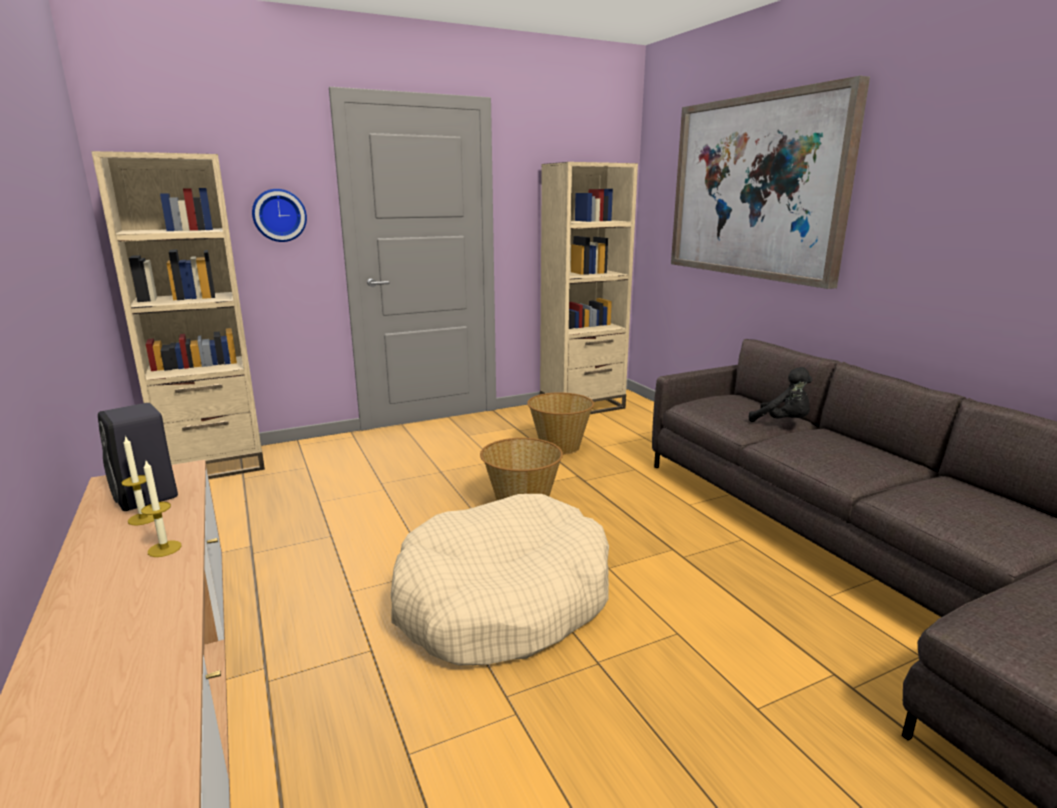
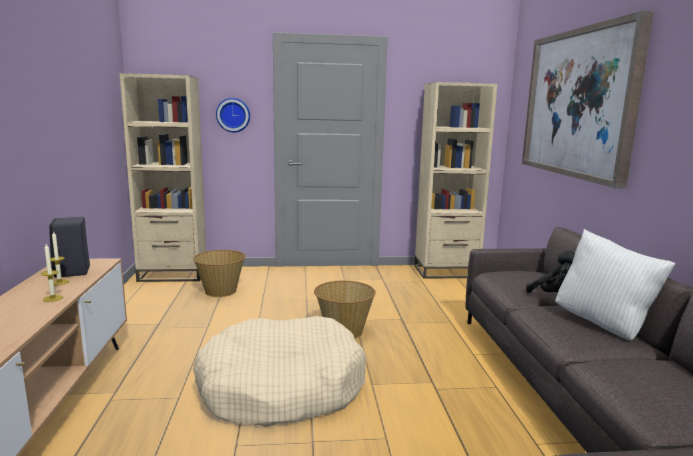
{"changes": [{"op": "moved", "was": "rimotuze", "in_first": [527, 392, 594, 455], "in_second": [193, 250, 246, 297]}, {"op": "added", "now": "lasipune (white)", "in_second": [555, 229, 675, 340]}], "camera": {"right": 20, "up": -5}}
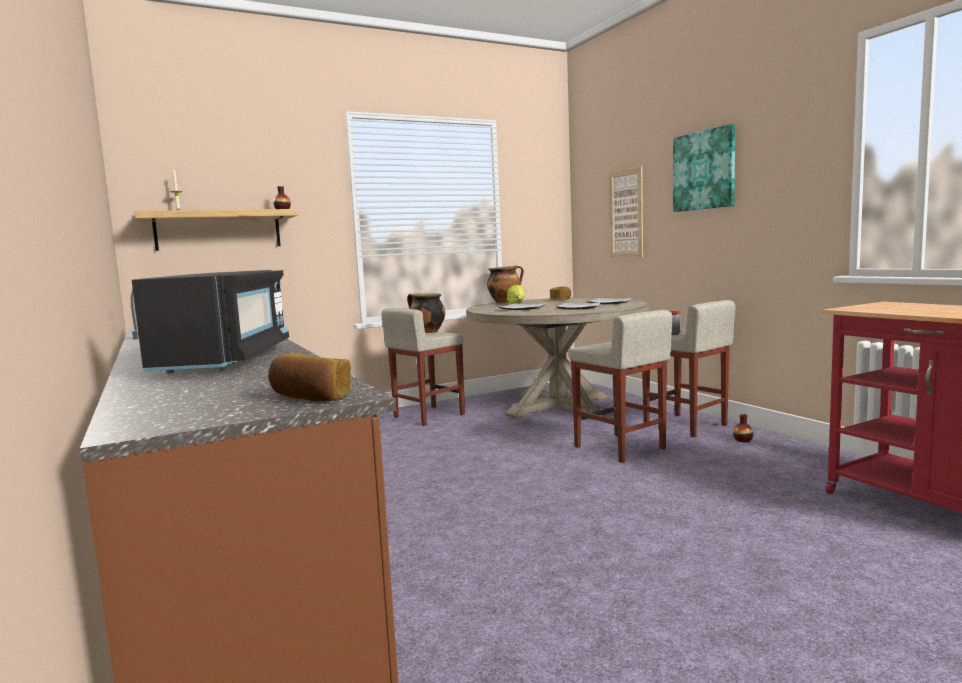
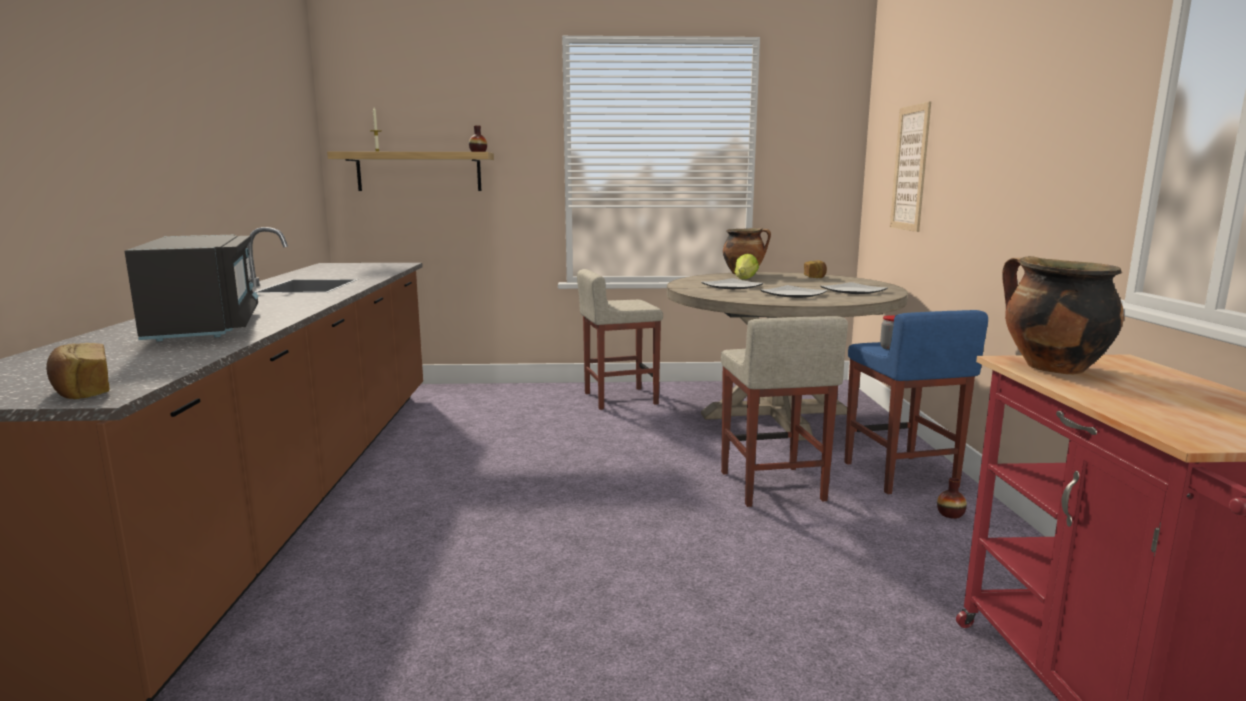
{"changes": [{"op": "removed", "was": "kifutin", "in_first": [673, 124, 735, 212]}, {"op": "turned", "was": "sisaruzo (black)", "in_first": [132, 270, 289, 373], "in_second": [125, 235, 259, 341], "clockwise": -45}, {"op": "moved", "was": "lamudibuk", "in_first": [407, 293, 445, 333], "in_second": [1002, 256, 1124, 375]}, {"op": "recoloured", "was": "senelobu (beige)", "now": "senelobu (blue)", "in_first": [642, 300, 735, 438], "in_second": [844, 310, 988, 494]}], "camera": {"right": 25, "up": 5}}
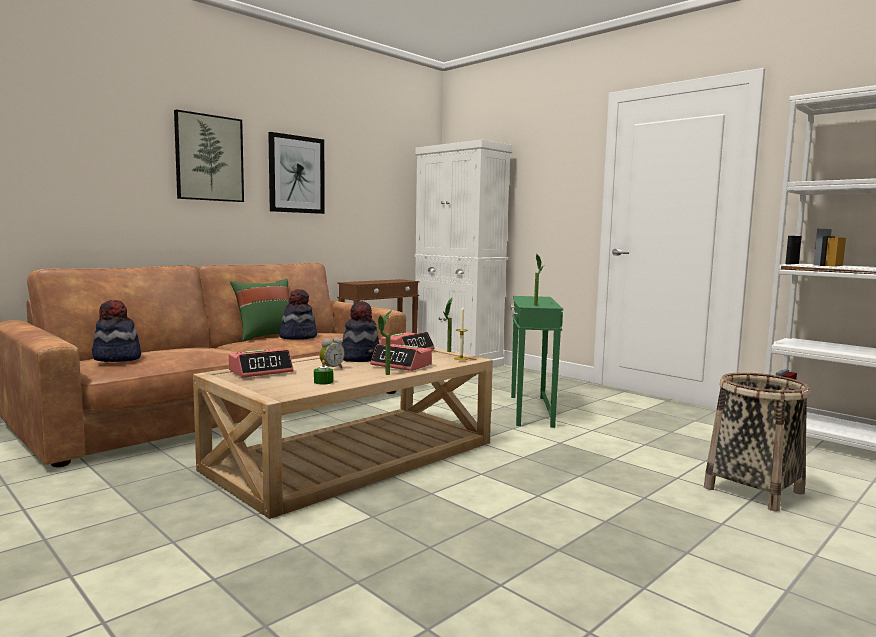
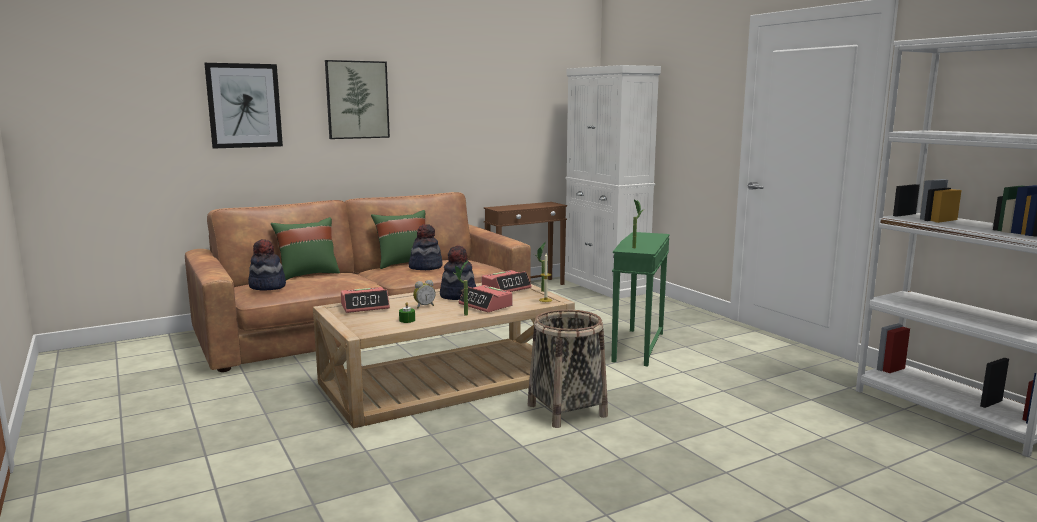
{"changes": [{"op": "moved", "was": "kifutin", "in_first": [268, 132, 325, 214], "in_second": [204, 63, 283, 149]}, {"op": "moved", "was": "rimotuze", "in_first": [704, 373, 810, 511], "in_second": [528, 309, 608, 428]}, {"op": "added", "now": "lasipune (green)", "in_second": [271, 217, 340, 280]}], "camera": {"right": 15, "up": 5}}
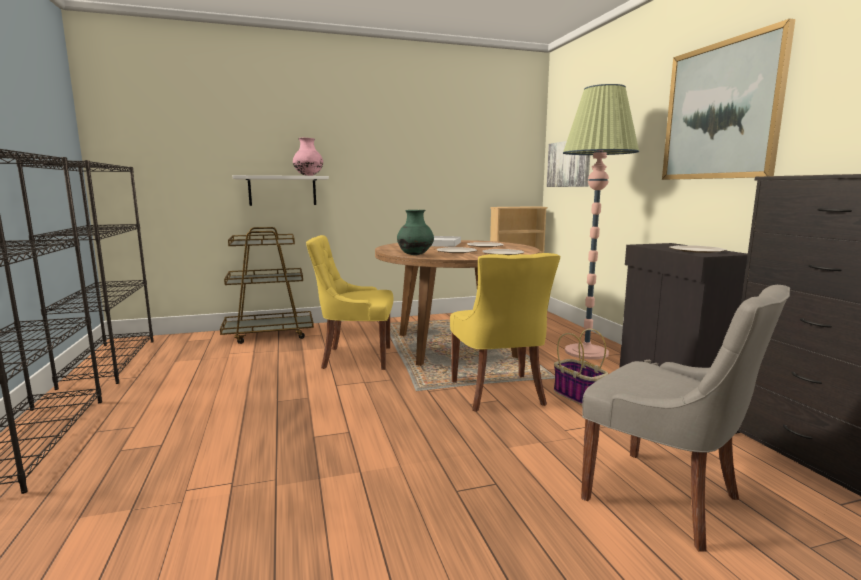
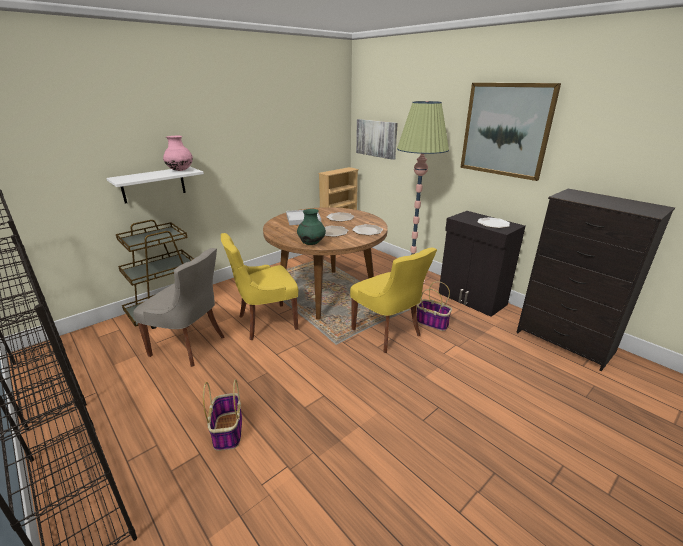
{"changes": [{"op": "moved", "was": "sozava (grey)", "in_first": [581, 285, 790, 552], "in_second": [133, 248, 225, 367]}, {"op": "added", "now": "rimotuze", "in_second": [203, 379, 242, 451]}], "camera": {"right": -25, "up": 15}}
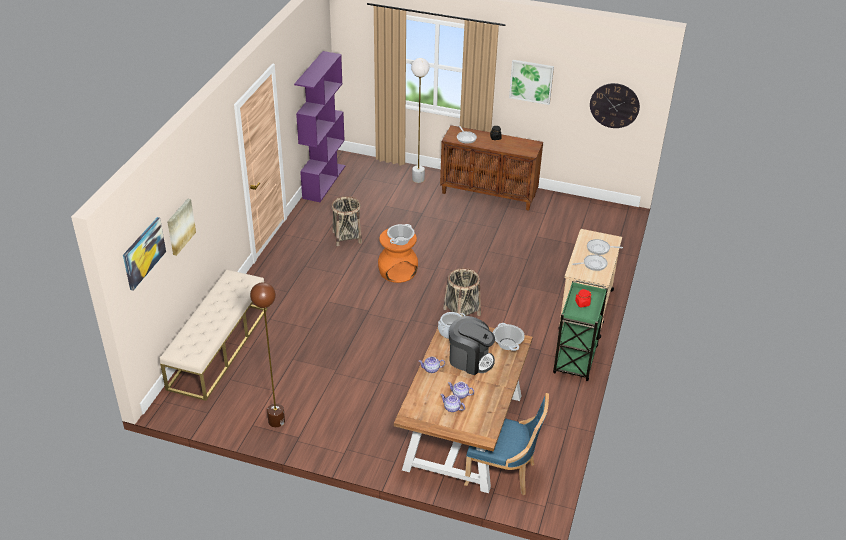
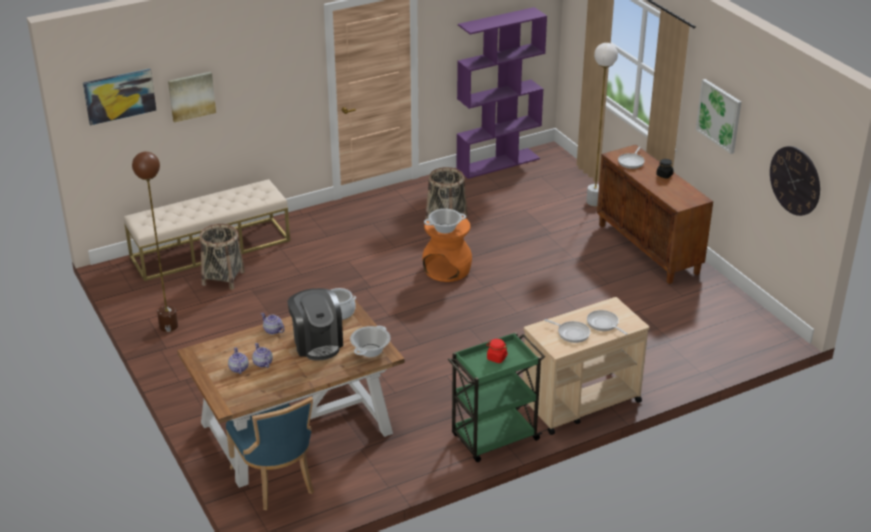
{"changes": [{"op": "moved", "was": "rimotuze", "in_first": [443, 268, 481, 317], "in_second": [200, 224, 245, 290]}], "camera": {"right": 45, "up": -5}}
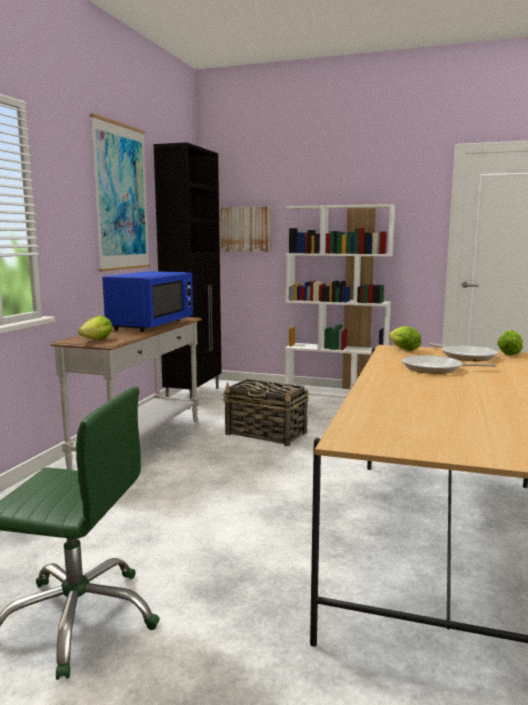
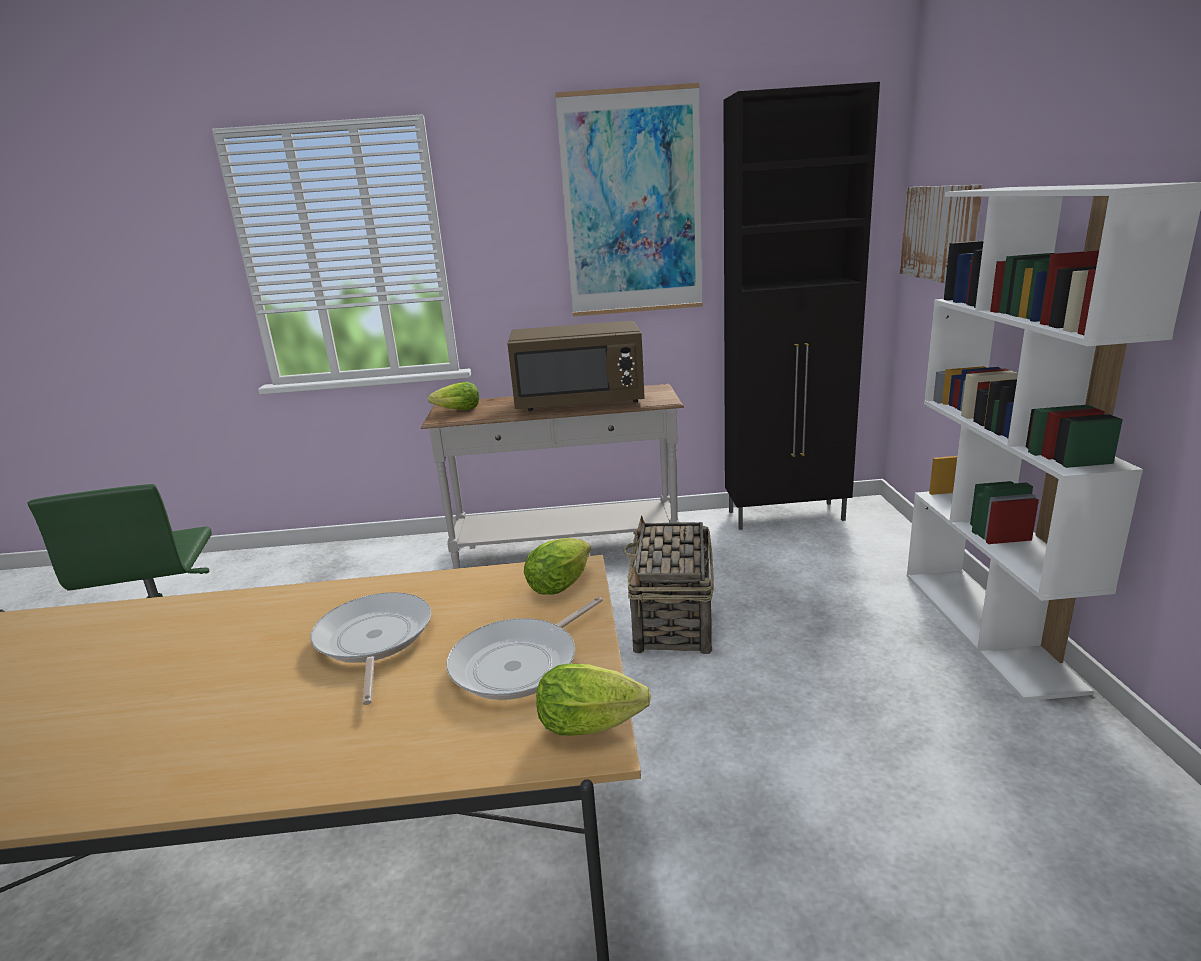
{"changes": [{"op": "recoloured", "was": "sisaruzo (blue)", "now": "sisaruzo (brown)", "in_first": [102, 271, 193, 332], "in_second": [507, 321, 645, 411]}], "camera": {"right": 70, "up": 10}}
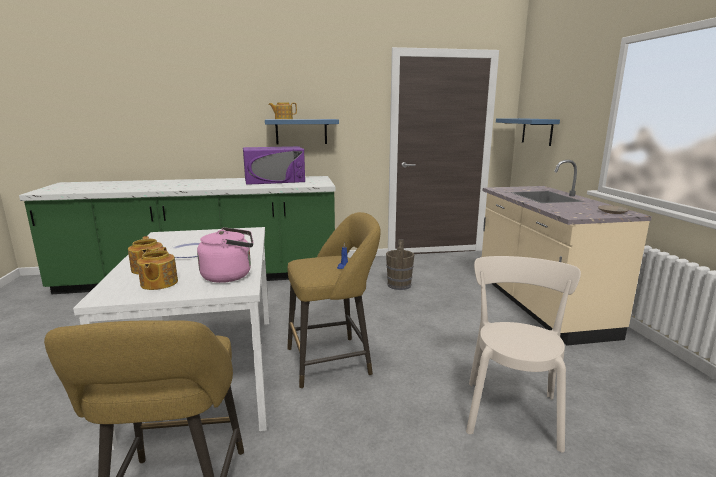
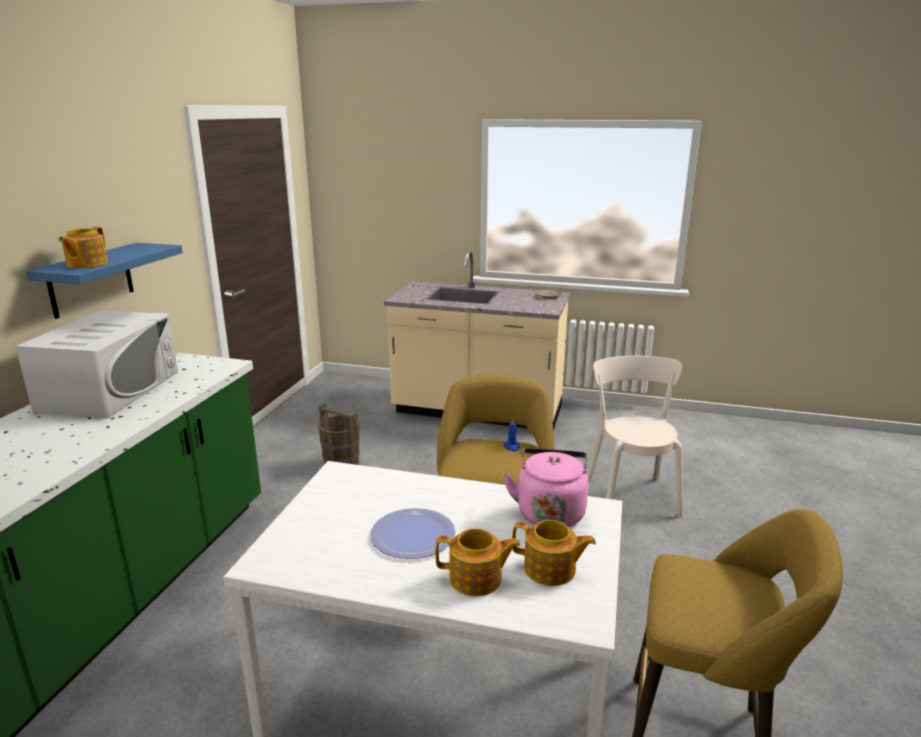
{"changes": [{"op": "removed", "was": "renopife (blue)", "in_first": [496, 118, 560, 146]}, {"op": "recoloured", "was": "sisaruzo (purple)", "now": "sisaruzo (white)", "in_first": [243, 146, 305, 185], "in_second": [15, 310, 178, 419]}, {"op": "turned", "was": "sozava (beige)", "in_first": [466, 256, 581, 452], "in_second": [587, 356, 683, 518], "clockwise": 45}], "camera": {"right": -65, "up": 5}}
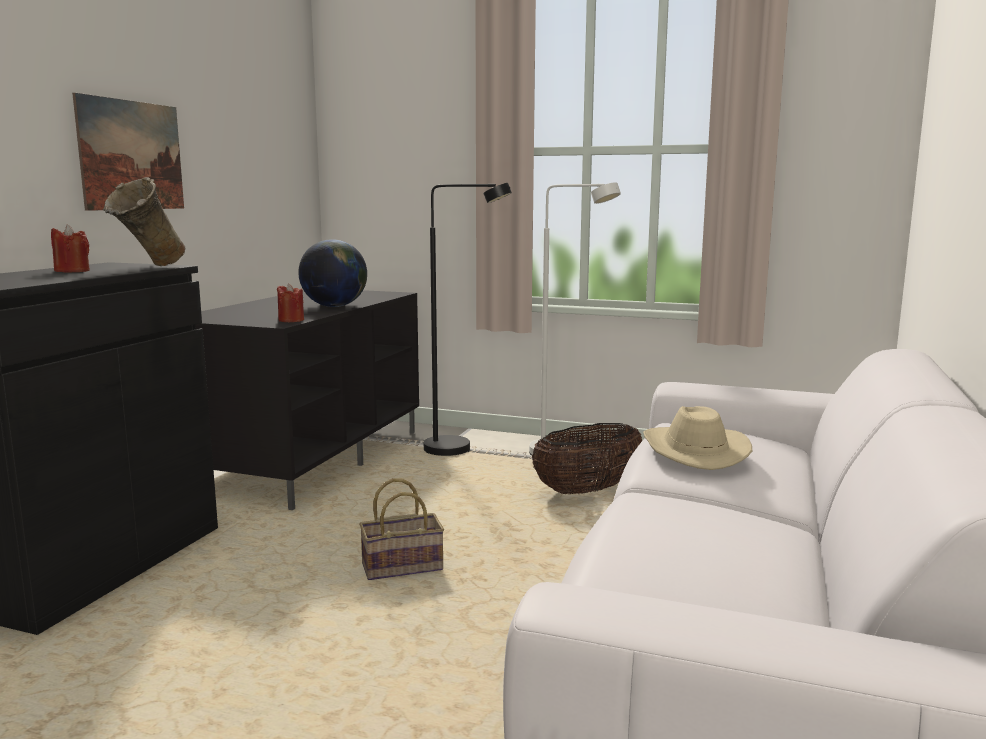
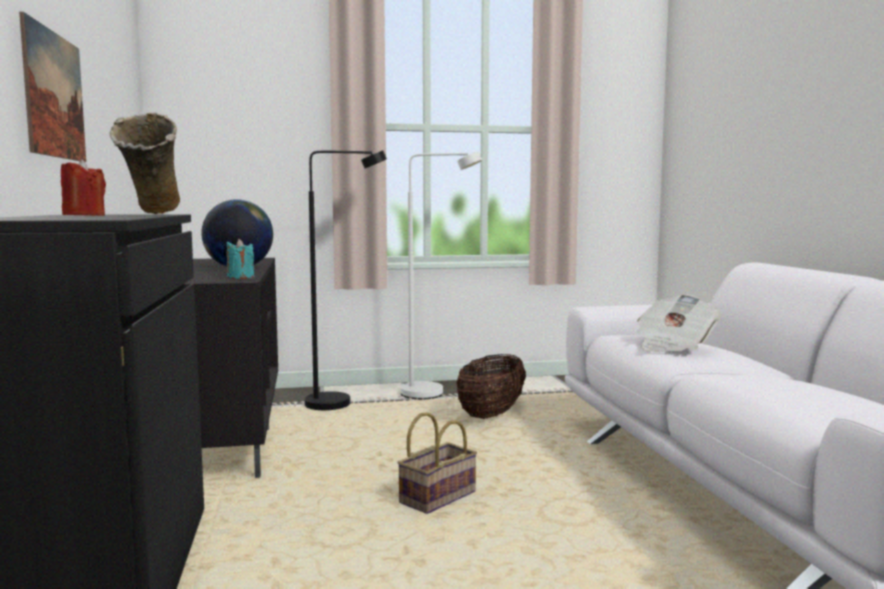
{"changes": [{"op": "recoloured", "was": "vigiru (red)", "now": "vigiru (turquoise)", "in_first": [277, 283, 304, 322], "in_second": [227, 239, 254, 279]}, {"op": "replaced", "was": "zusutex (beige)", "now": "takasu", "in_first": [643, 406, 752, 470], "in_second": [637, 294, 722, 352]}], "camera": {"right": -30, "up": -5}}
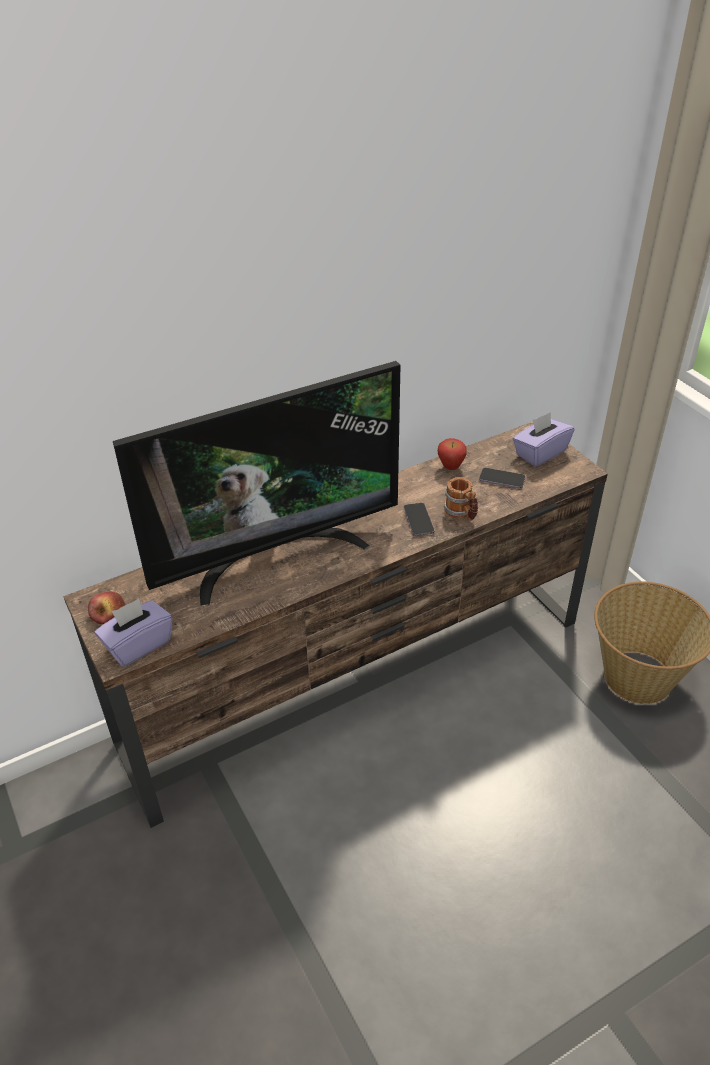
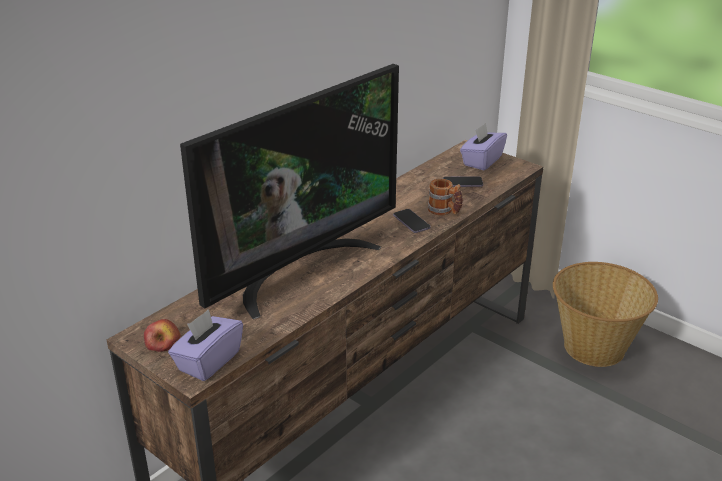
{"changes": [{"op": "removed", "was": "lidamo", "in_first": [438, 438, 467, 470]}], "camera": {"right": -20, "up": -10}}
